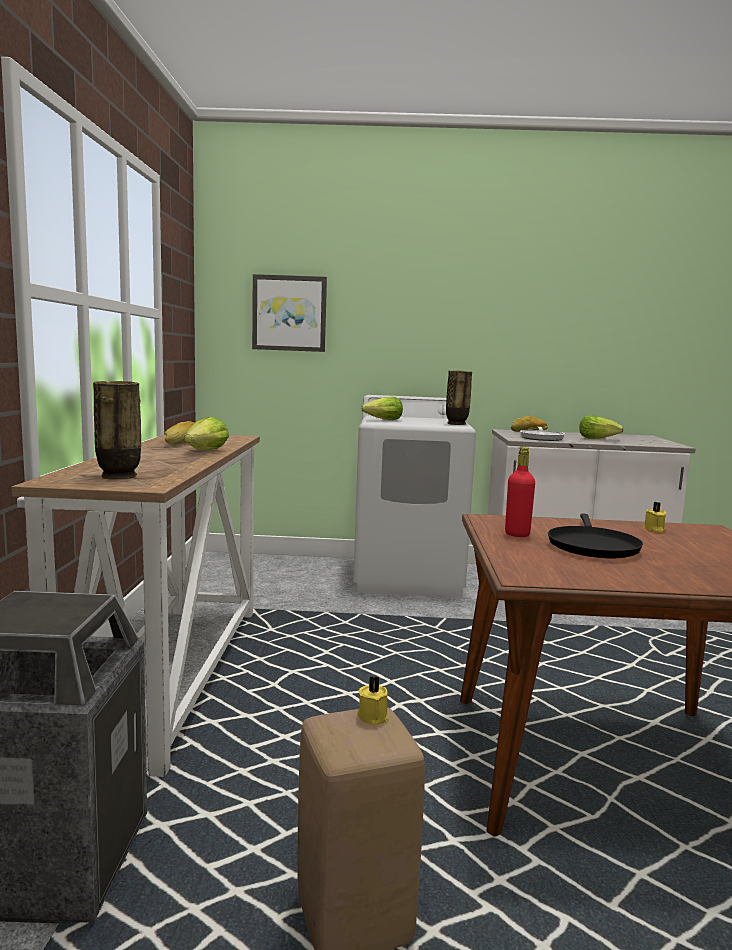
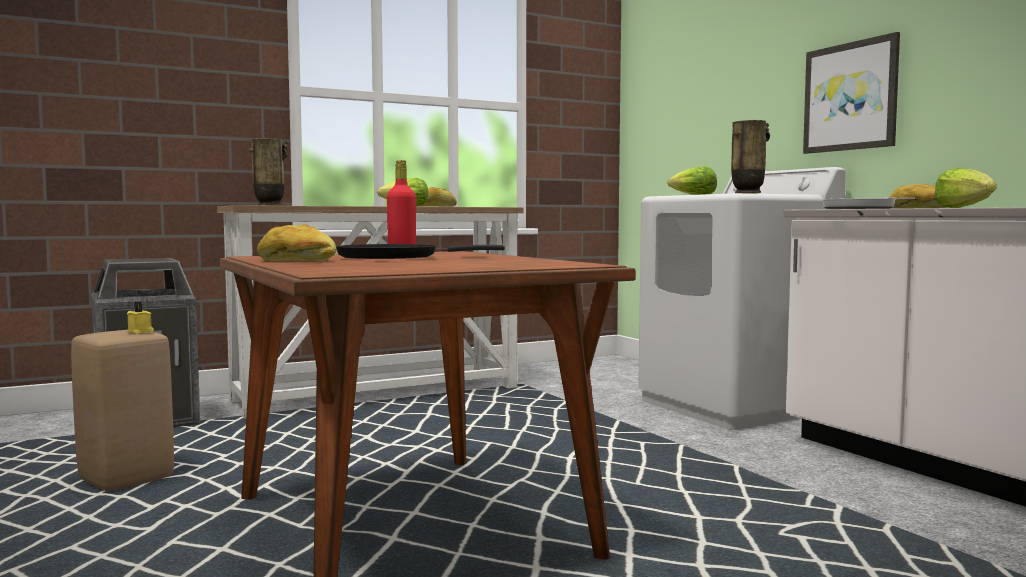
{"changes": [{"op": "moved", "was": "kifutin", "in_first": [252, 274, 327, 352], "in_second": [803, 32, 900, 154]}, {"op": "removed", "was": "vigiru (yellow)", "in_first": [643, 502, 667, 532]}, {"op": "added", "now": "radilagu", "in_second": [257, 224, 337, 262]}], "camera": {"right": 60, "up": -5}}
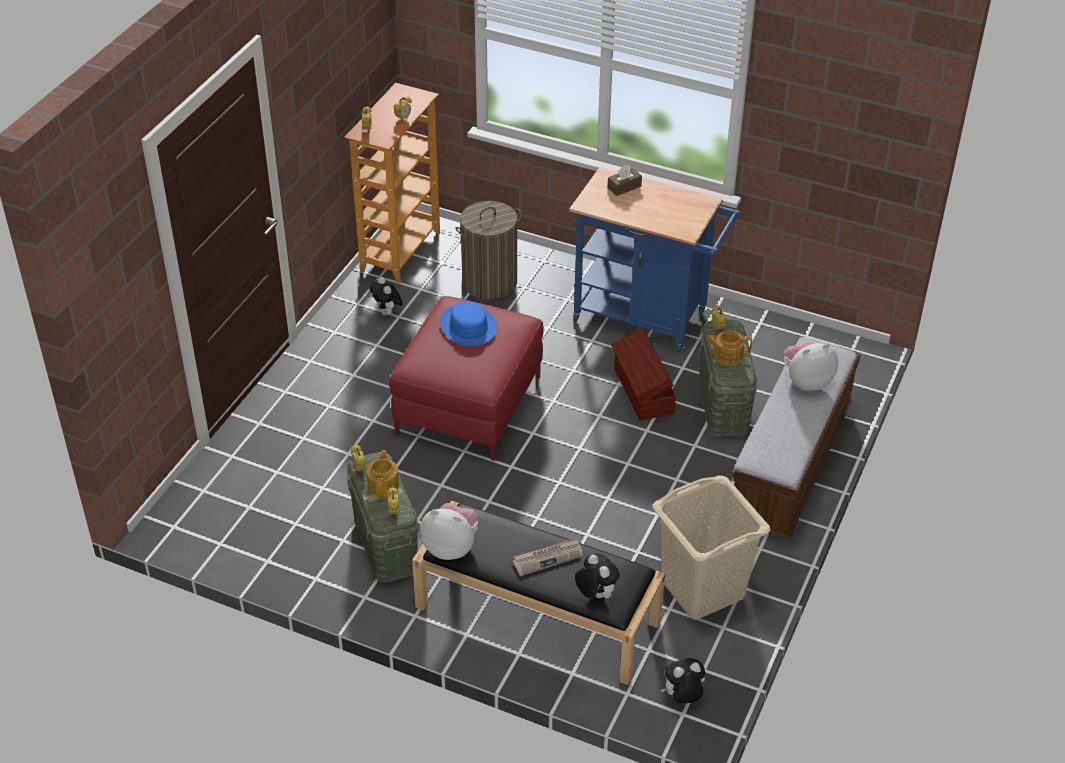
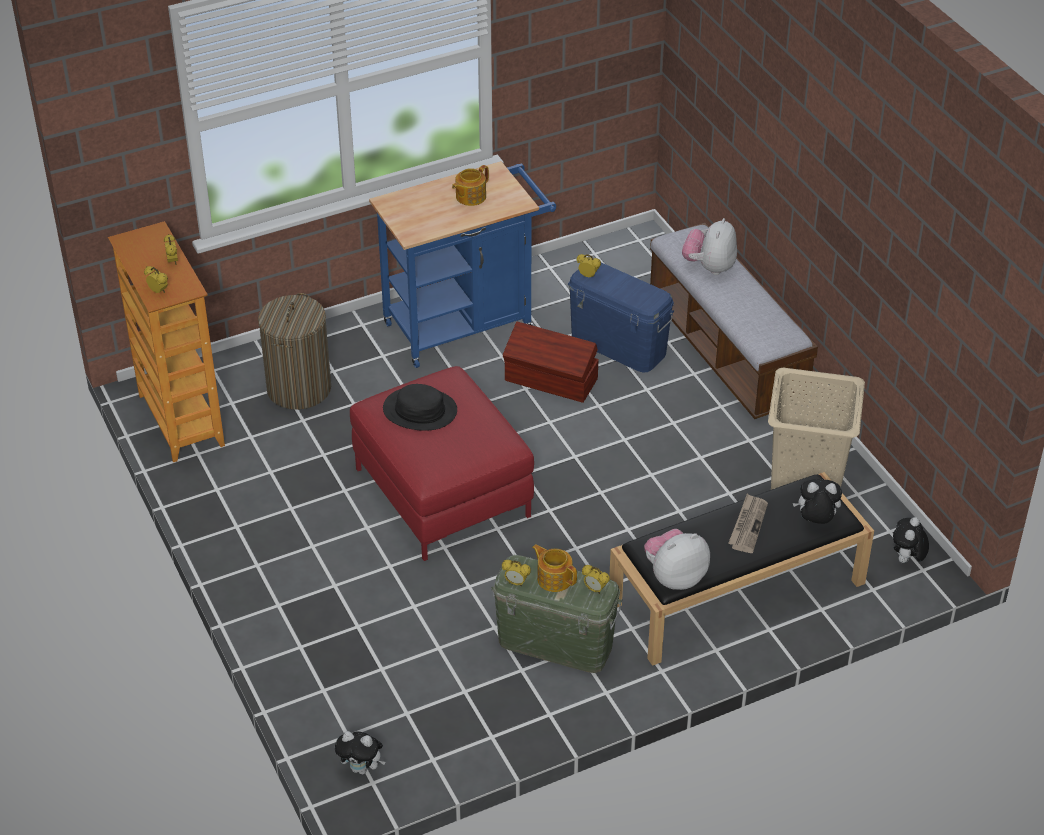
{"changes": [{"op": "removed", "was": "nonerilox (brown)", "in_first": [608, 165, 642, 196]}, {"op": "moved", "was": "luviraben", "in_first": [369, 277, 403, 316], "in_second": [335, 731, 386, 775]}, {"op": "recoloured", "was": "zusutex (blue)", "now": "zusutex (black)", "in_first": [441, 301, 497, 346], "in_second": [383, 384, 457, 431]}, {"op": "recoloured", "was": "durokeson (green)", "now": "durokeson (blue)", "in_first": [699, 320, 758, 436], "in_second": [568, 263, 674, 373]}, {"op": "moved", "was": "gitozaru", "in_first": [706, 330, 752, 366], "in_second": [452, 165, 489, 206]}], "camera": {"right": -50, "up": 0}}
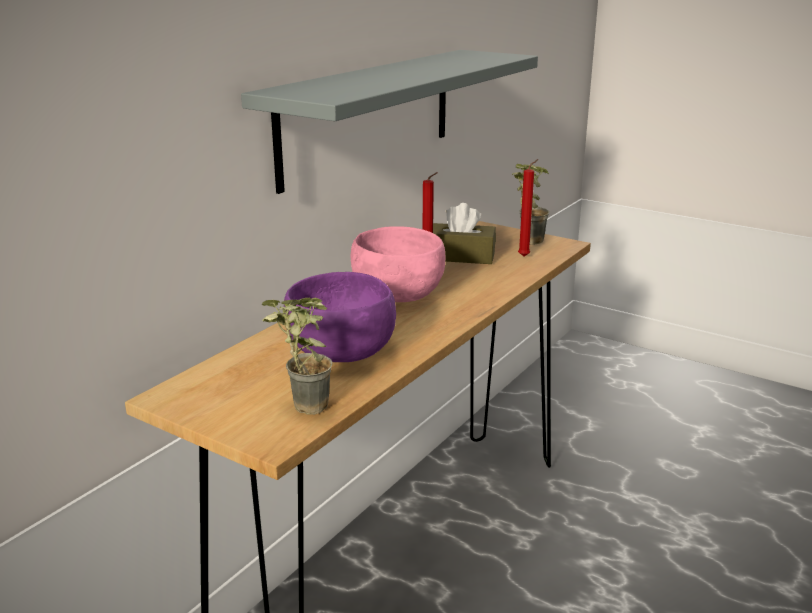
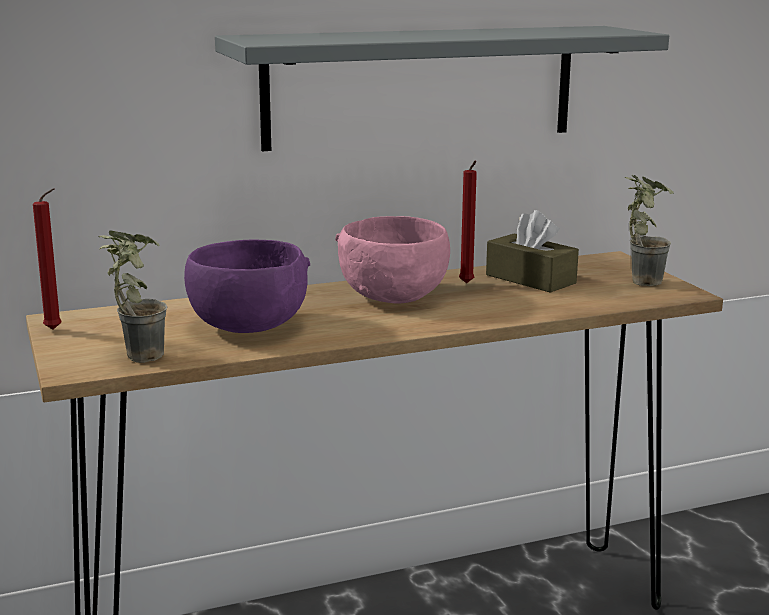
{"changes": [{"op": "moved", "was": "vigiru (red)", "in_first": [518, 159, 539, 257], "in_second": [33, 188, 62, 330]}], "camera": {"right": 35, "up": -5}}
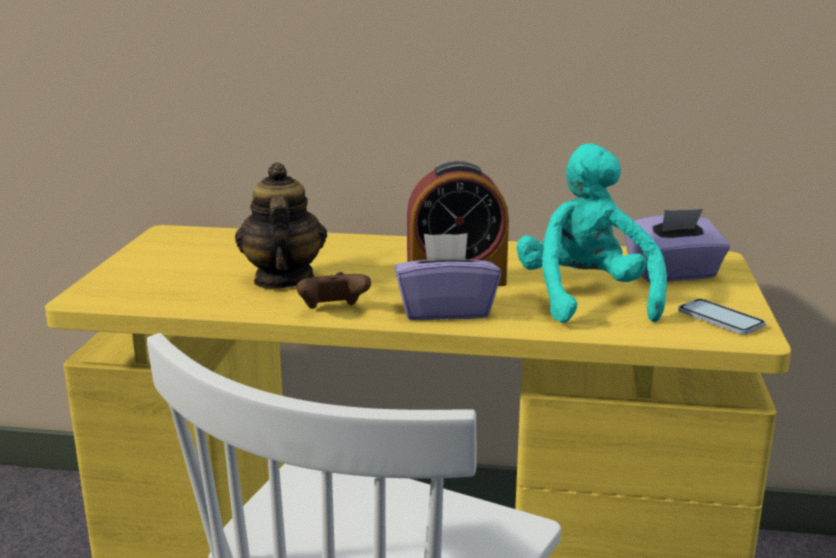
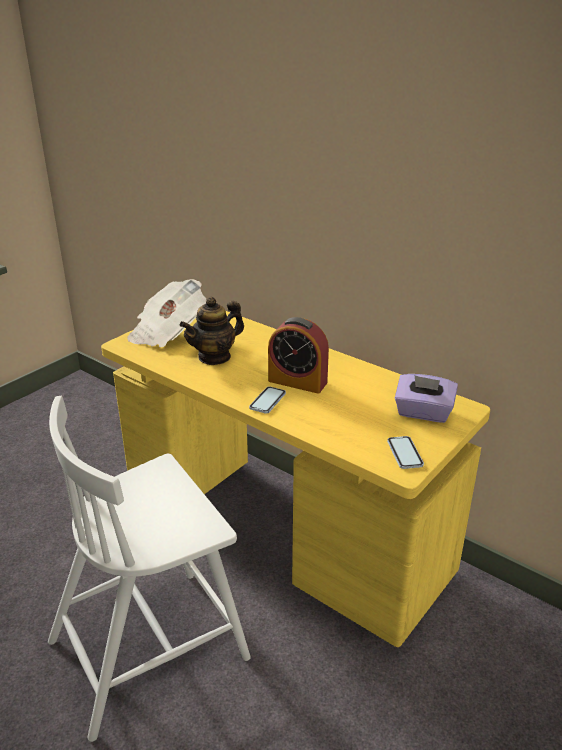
{"changes": [{"op": "removed", "was": "luviraben (turquoise)", "in_first": [516, 143, 667, 323]}, {"op": "turned", "was": "gitozaru", "in_first": [235, 162, 327, 289], "in_second": [180, 297, 244, 365], "clockwise": -150}, {"op": "replaced", "was": "nonerilox (purple)", "now": "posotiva", "in_first": [395, 233, 501, 320], "in_second": [249, 386, 286, 414]}, {"op": "removed", "was": "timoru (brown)", "in_first": [296, 272, 371, 309]}, {"op": "added", "now": "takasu", "in_second": [127, 279, 206, 347]}], "camera": {"right": 30, "up": 10}}
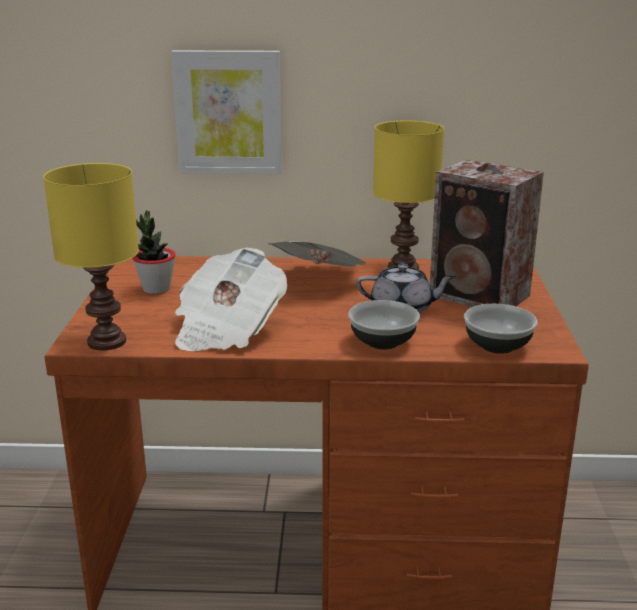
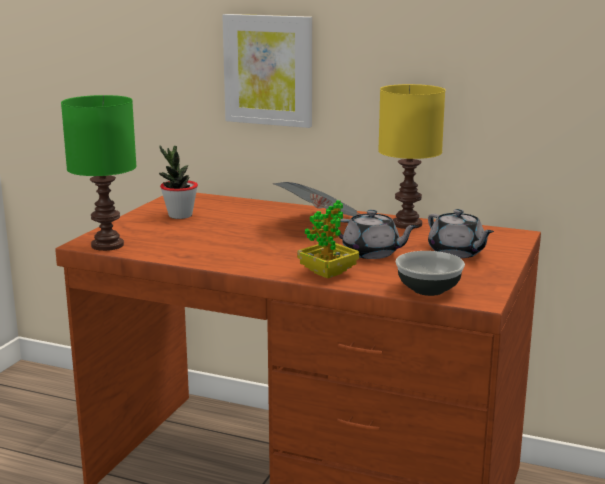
{"changes": [{"op": "replaced", "was": "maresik", "now": "gitozaru (grey)", "in_first": [430, 159, 544, 307], "in_second": [428, 209, 494, 258]}, {"op": "recoloured", "was": "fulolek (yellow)", "now": "fulolek (green)", "in_first": [43, 163, 139, 350], "in_second": [61, 95, 137, 251]}, {"op": "removed", "was": "takasu", "in_first": [175, 248, 287, 351]}, {"op": "replaced", "was": "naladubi", "now": "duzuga", "in_first": [348, 300, 420, 349], "in_second": [297, 200, 359, 278]}], "camera": {"right": 20, "up": -5}}
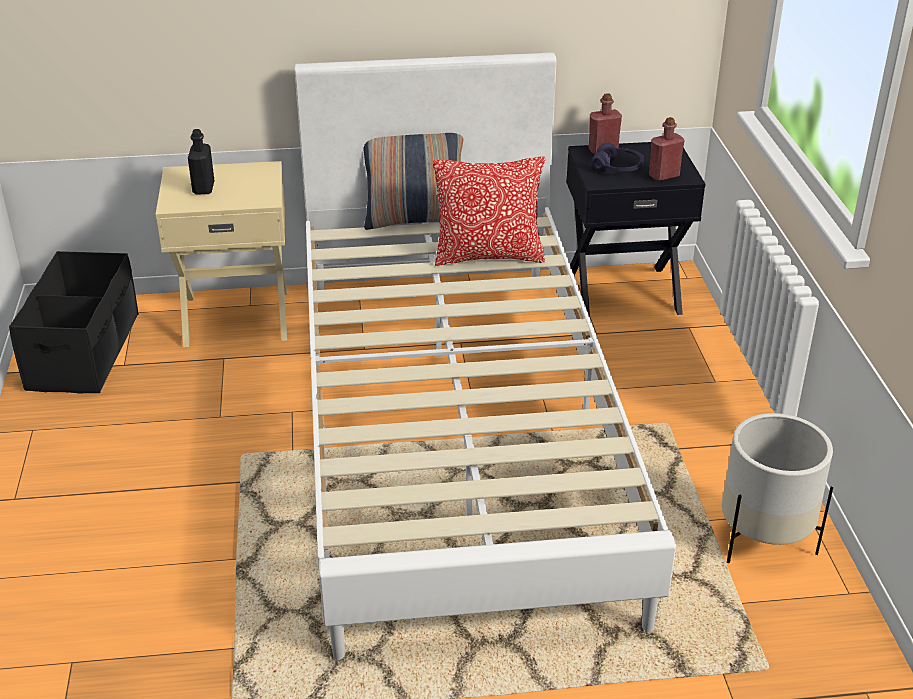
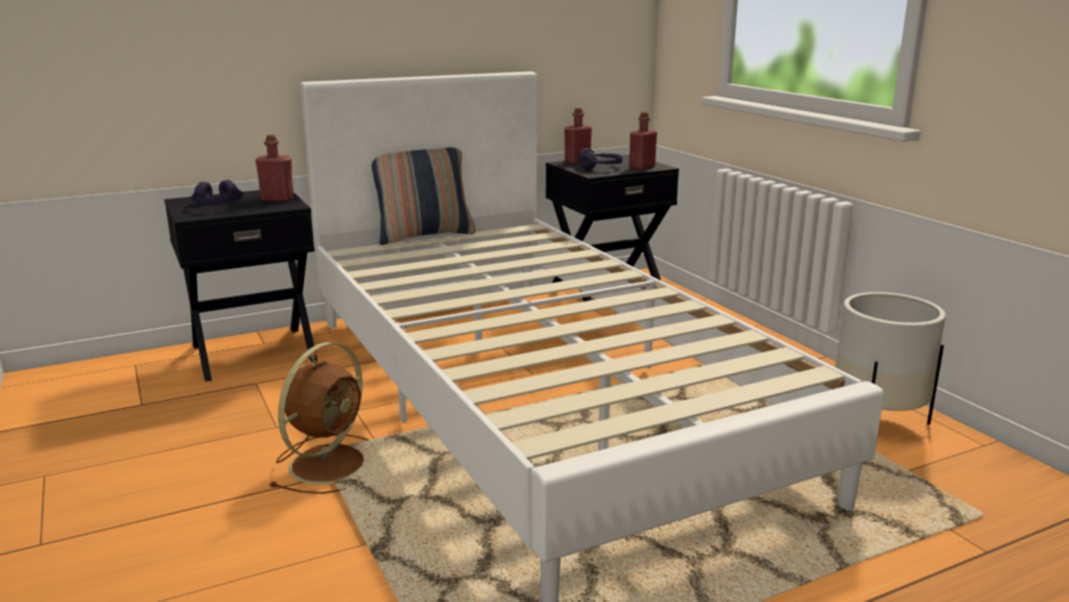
{"changes": [{"op": "replaced", "was": "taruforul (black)", "now": "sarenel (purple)", "in_first": [188, 129, 214, 194], "in_second": [191, 180, 243, 205]}, {"op": "removed", "was": "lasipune", "in_first": [433, 156, 545, 266]}, {"op": "recoloured", "was": "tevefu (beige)", "now": "tevefu (black)", "in_first": [155, 161, 287, 347], "in_second": [164, 190, 318, 382]}, {"op": "removed", "was": "durokeson (black)", "in_first": [9, 251, 139, 393]}, {"op": "added", "now": "taruforul (red)", "in_second": [255, 135, 294, 202]}, {"op": "added", "now": "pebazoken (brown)", "in_second": [269, 342, 369, 494]}], "camera": {"right": -20, "up": -15}}
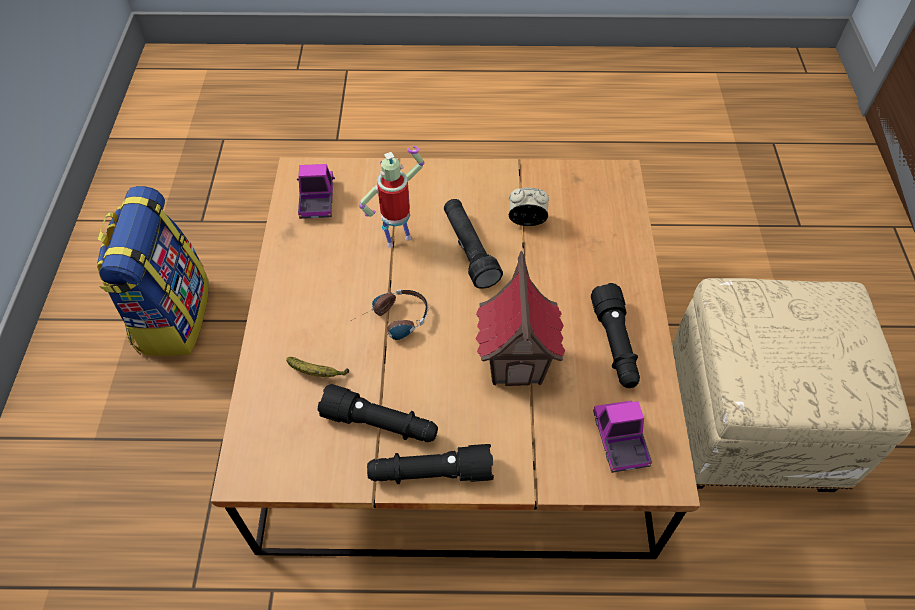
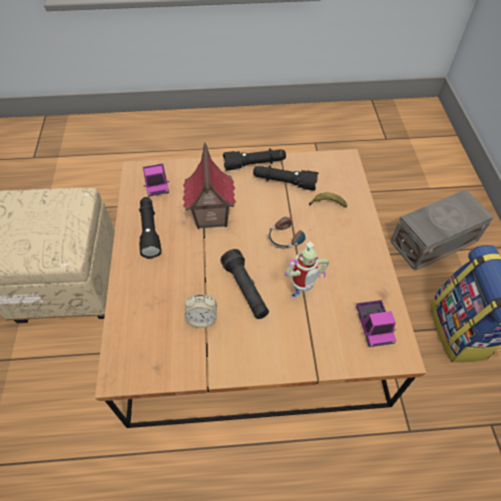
{"changes": [{"op": "added", "now": "durokeson (grey)", "in_second": [390, 189, 494, 271]}], "camera": {"right": 175, "up": 0}}
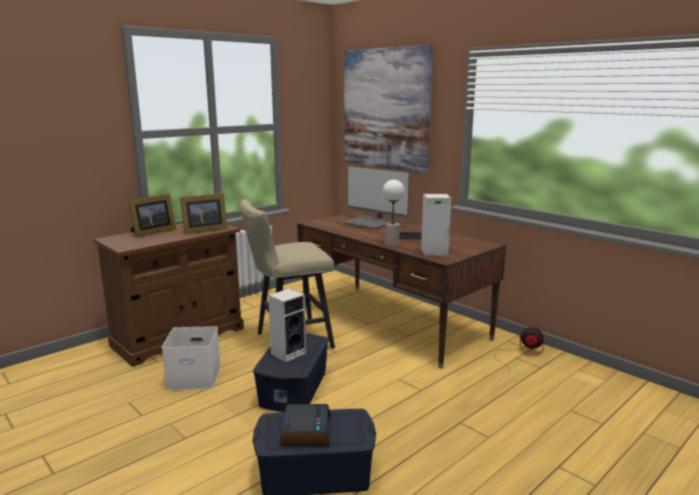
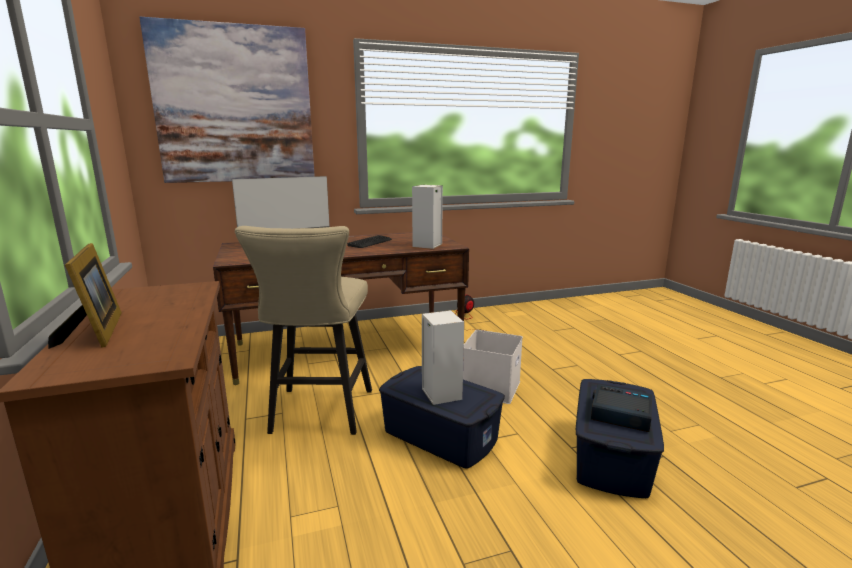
{"changes": [{"op": "removed", "was": "fulolek", "in_first": [383, 180, 404, 247]}, {"op": "removed", "was": "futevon", "in_first": [180, 193, 228, 234]}, {"op": "moved", "was": "durokeson (white)", "in_first": [162, 326, 221, 390], "in_second": [463, 330, 523, 404]}], "camera": {"right": -65, "up": 0}}
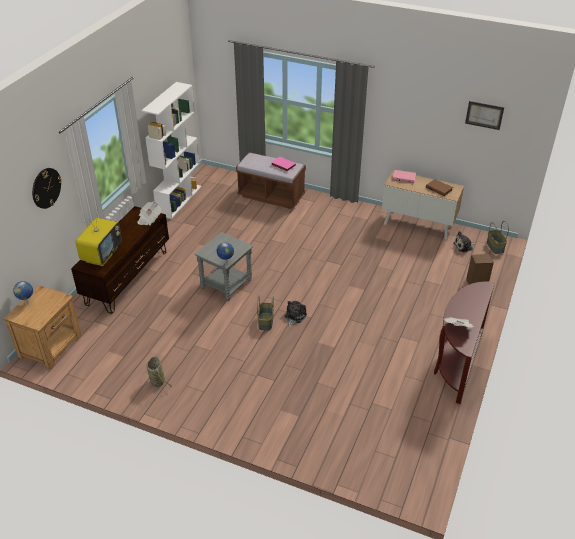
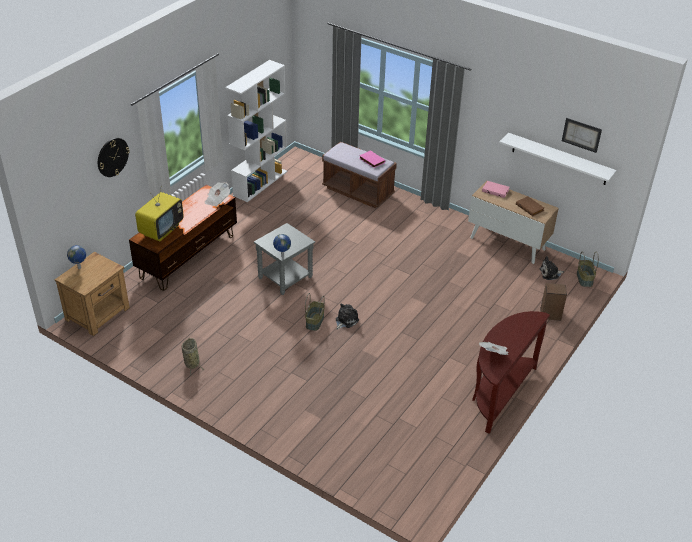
{"changes": [{"op": "added", "now": "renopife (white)", "in_second": [499, 133, 617, 185]}], "camera": {"right": 10, "up": 0}}
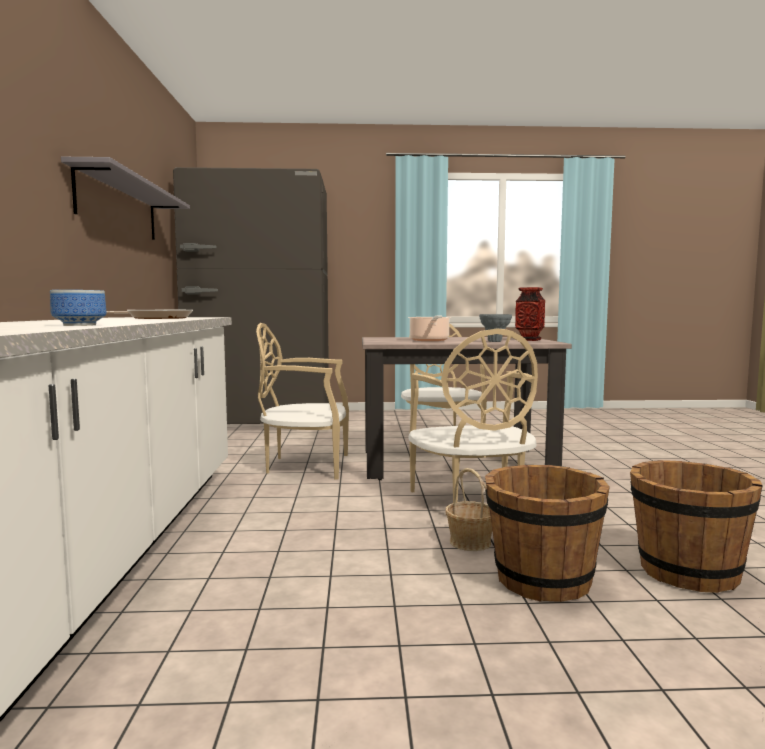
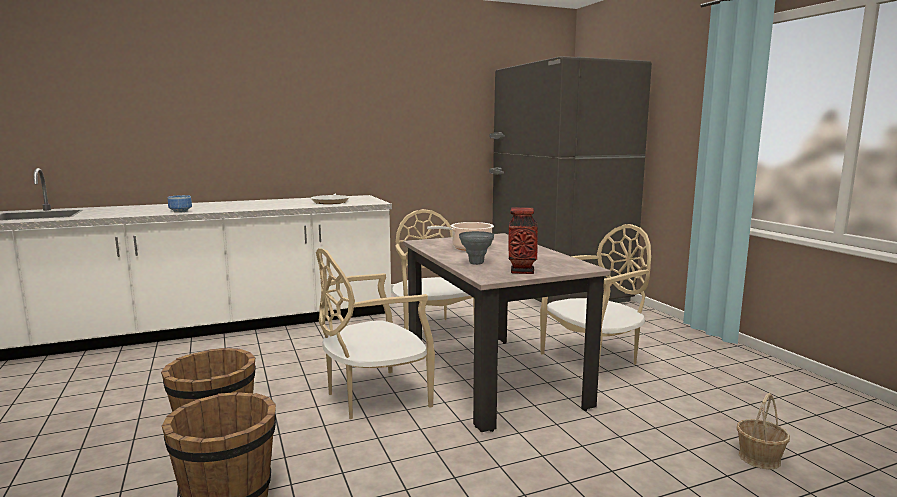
{"changes": [{"op": "removed", "was": "renopife (grey)", "in_first": [61, 157, 190, 240]}, {"op": "moved", "was": "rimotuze", "in_first": [445, 468, 492, 551], "in_second": [737, 393, 790, 470]}], "camera": {"right": 70, "up": 5}}
